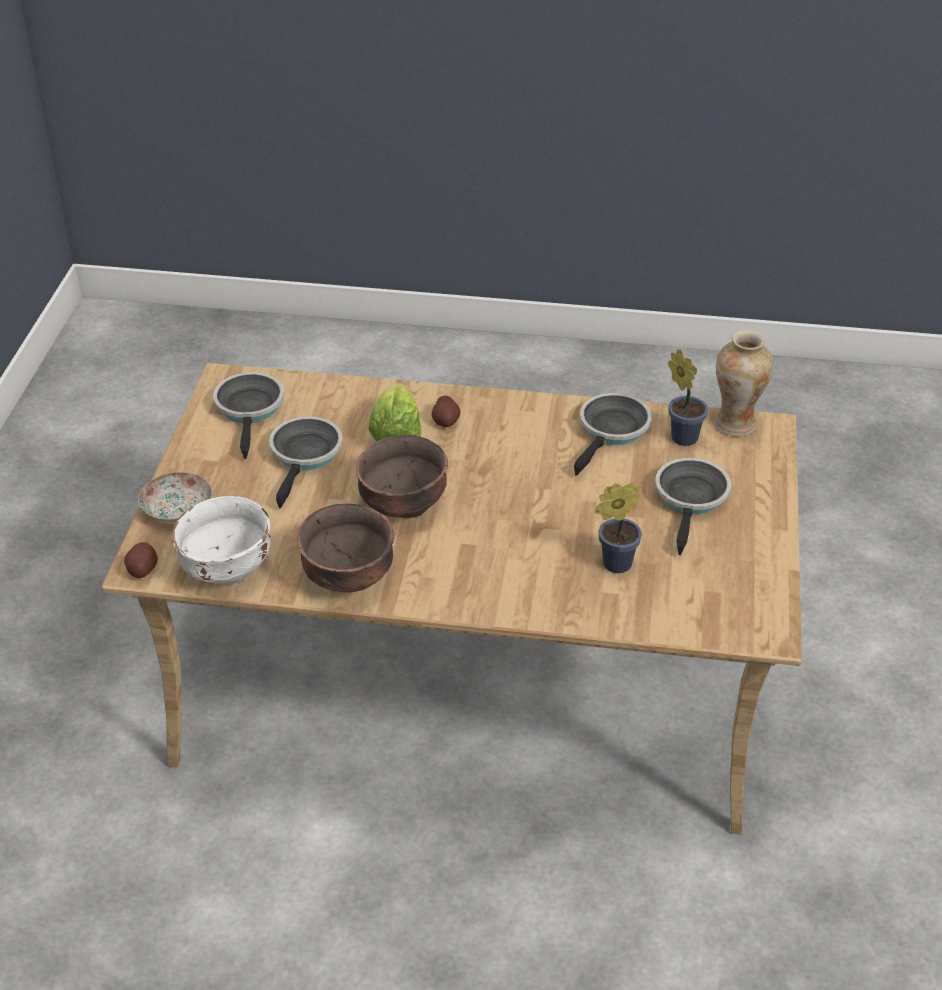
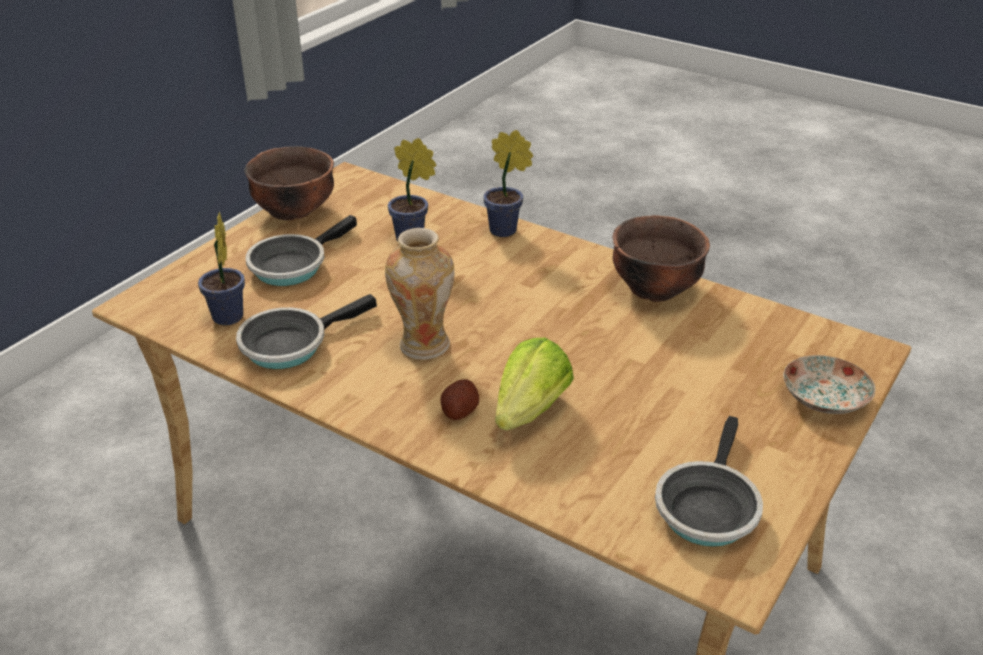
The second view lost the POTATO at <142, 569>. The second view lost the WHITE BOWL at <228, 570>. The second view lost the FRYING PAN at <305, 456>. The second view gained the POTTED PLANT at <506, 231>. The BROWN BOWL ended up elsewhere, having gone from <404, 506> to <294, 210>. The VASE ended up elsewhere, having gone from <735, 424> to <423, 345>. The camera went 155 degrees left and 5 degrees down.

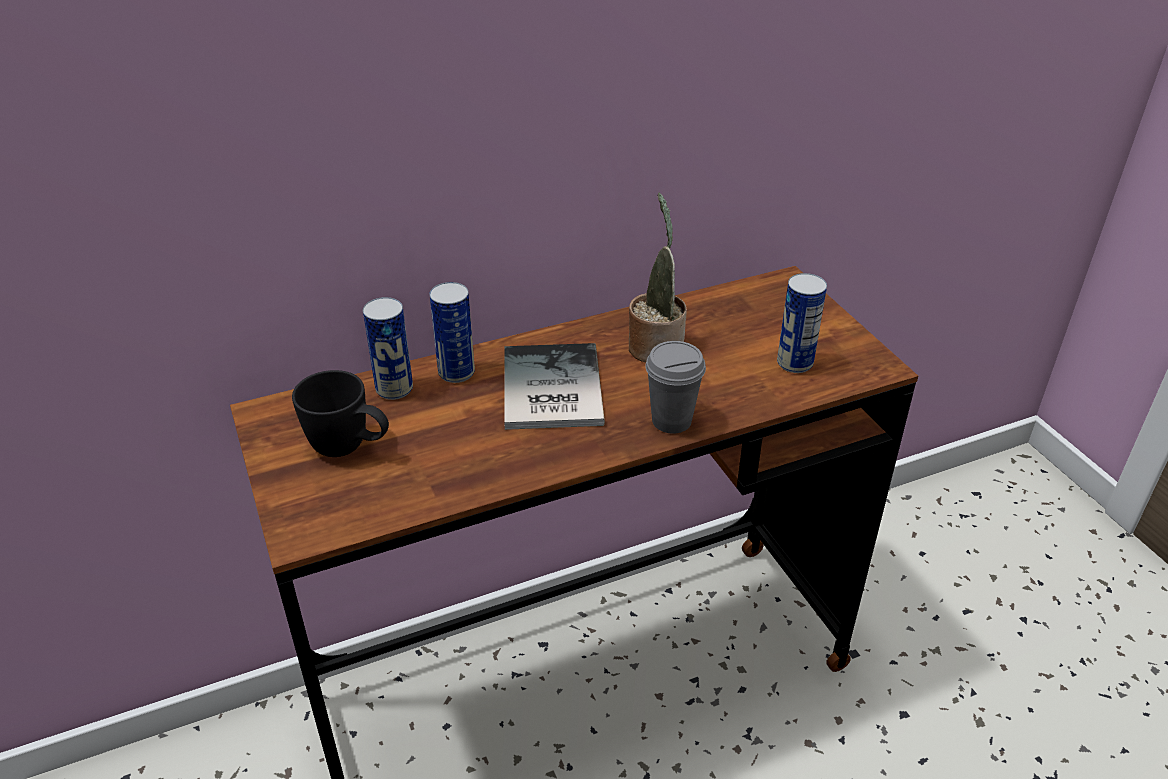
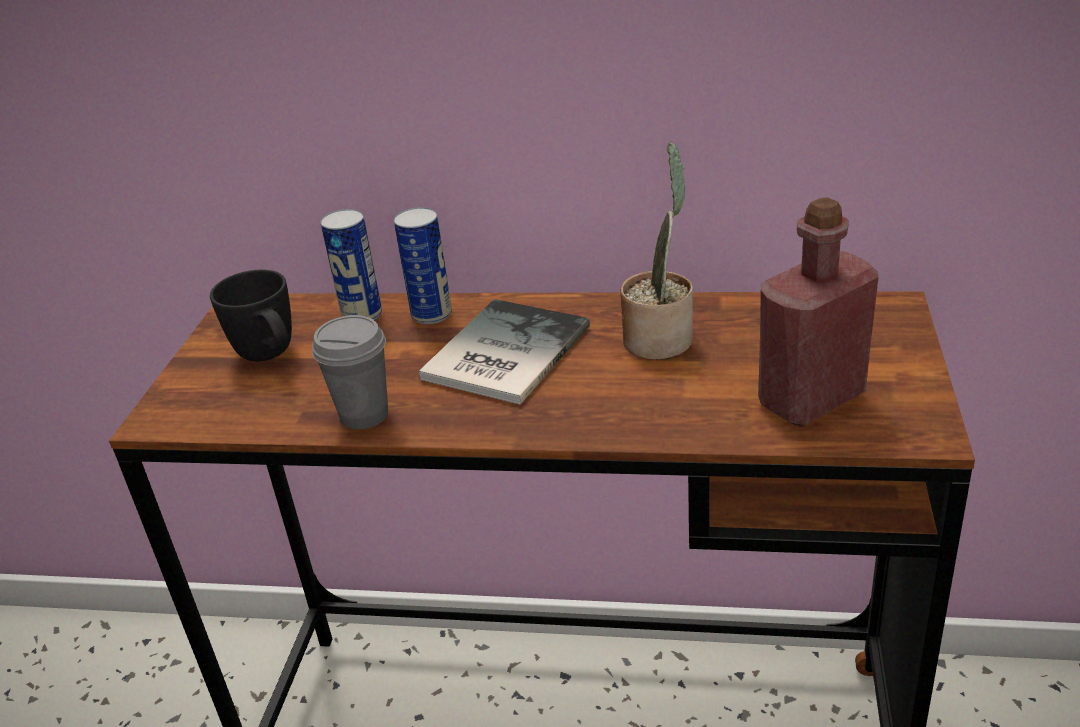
The GREY CUP ended up elsewhere, having gone from <671, 421> to <364, 415>. Where the CAN stood at <794, 363>, the RED BOTTLE came to stand at <811, 399>. The camera went 35 degrees right and 5 degrees down.

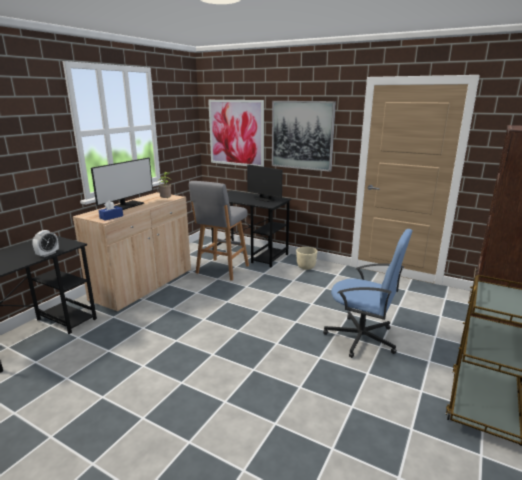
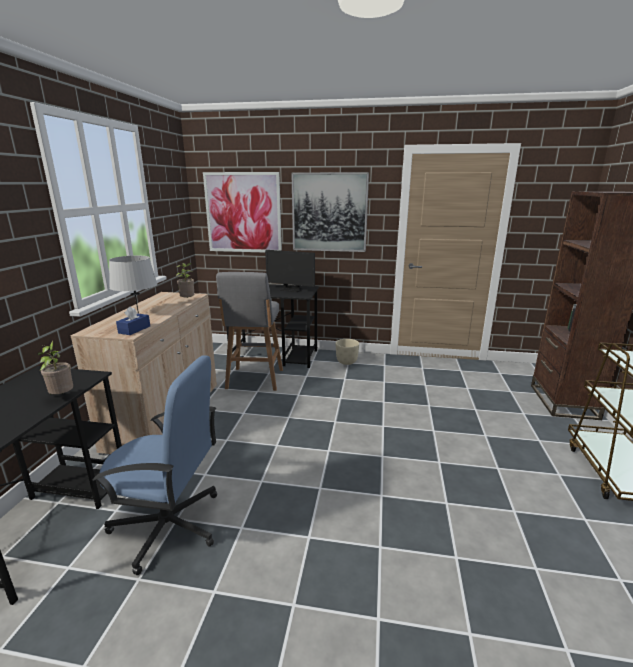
The BLUE OFFICE CHAIR ended up elsewhere, having gone from <362, 338> to <169, 526>. Where the ALARM CLOCK stood at <48, 254>, the POTTED PLANT came to stand at <61, 397>. Where the MONITOR stood at <125, 206>, the GREY TABLE LAMP came to stand at <138, 313>. The camera went 20 degrees left and 0 degrees up.

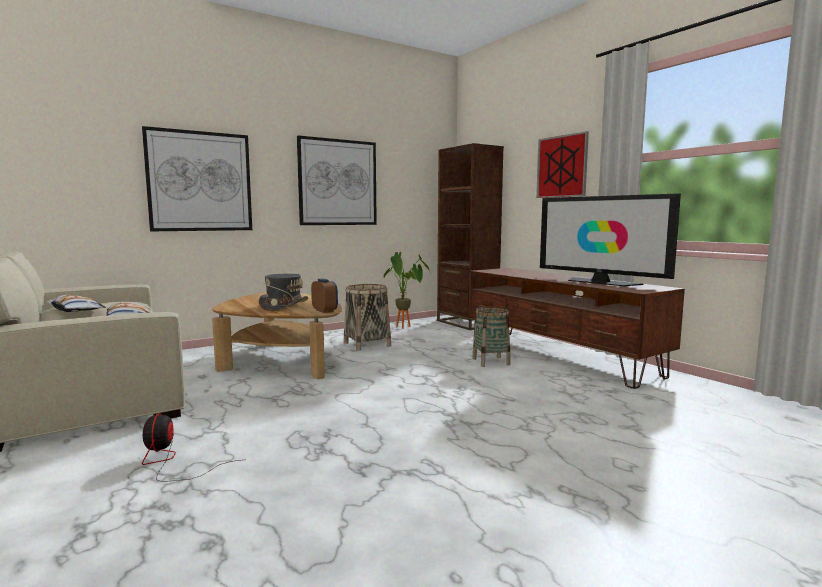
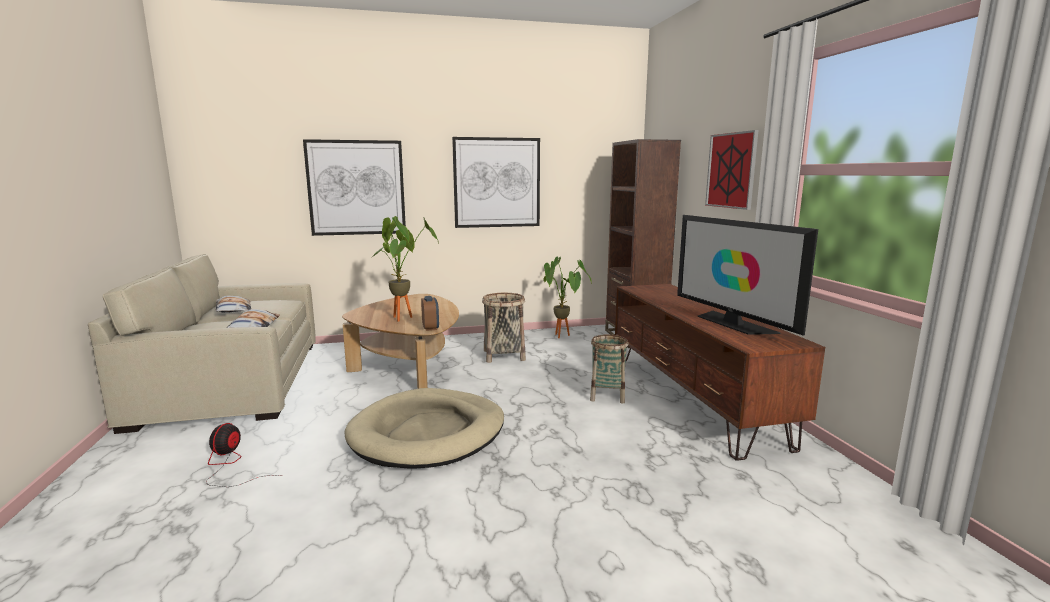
The second view gained the BEIGE DOG BED at <428, 433>. Where the GREY HAT stood at <284, 306>, the POTTED PLANT came to stand at <404, 317>. The camera went 20 degrees right and 5 degrees up.

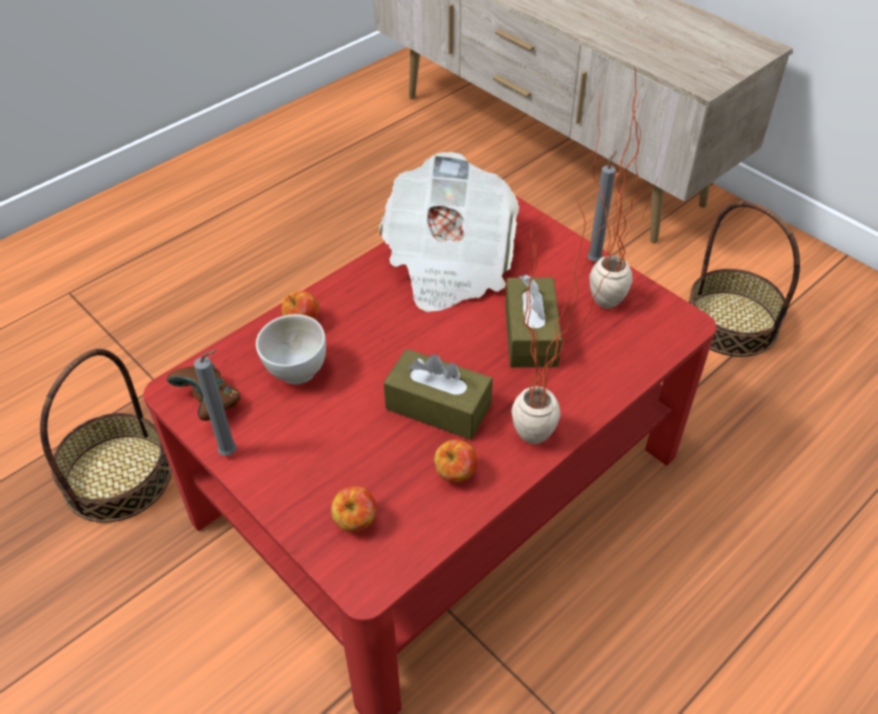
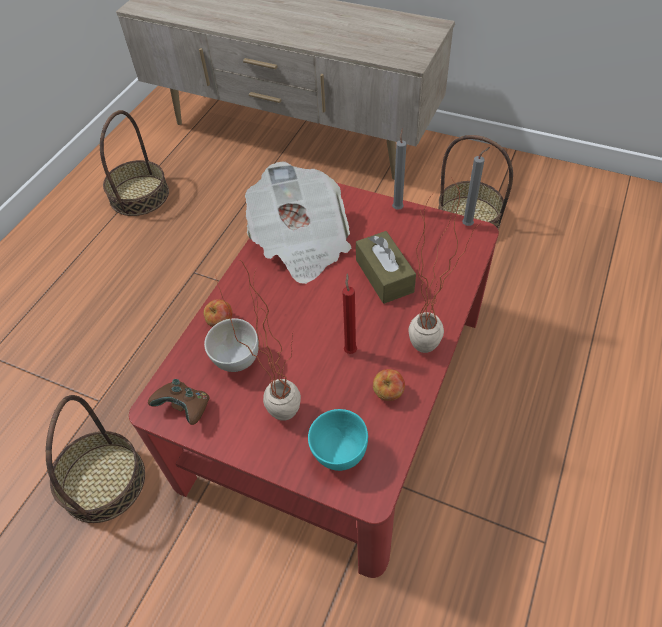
The second view gained the BASKET at <139, 195>. The GREY CANDLE ended up elsewhere, having gone from <231, 453> to <469, 224>. The POTTED PLANT ended up elsewhere, having gone from <601, 294> to <278, 405>. Where the APPLE stood at <355, 521>, the TURQUOISE BOWL came to stand at <339, 454>. Where the BROWN TISSUE BOX stood at <438, 407>, the RED CANDLE came to stand at <350, 349>. The camera went 20 degrees left and 5 degrees up.

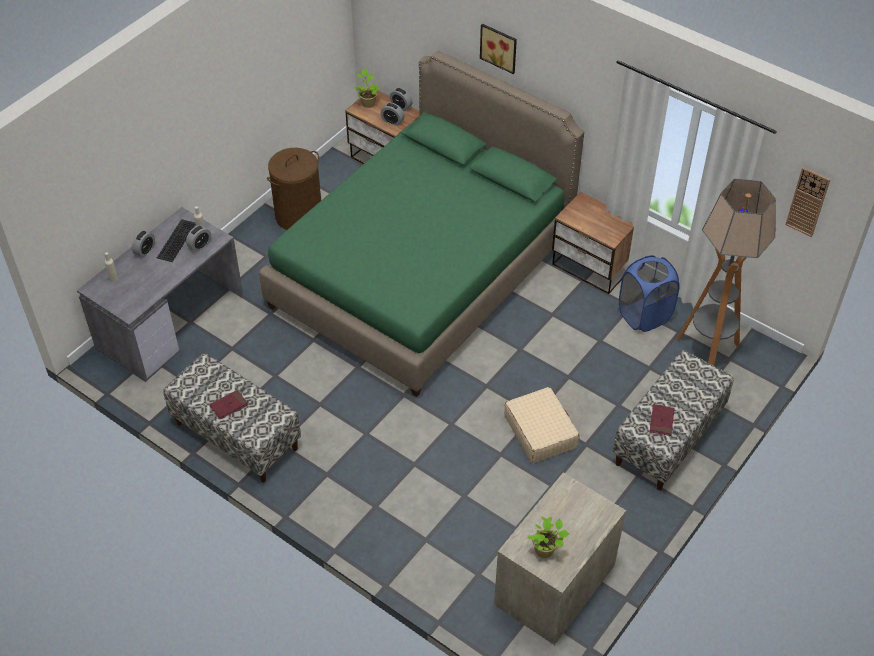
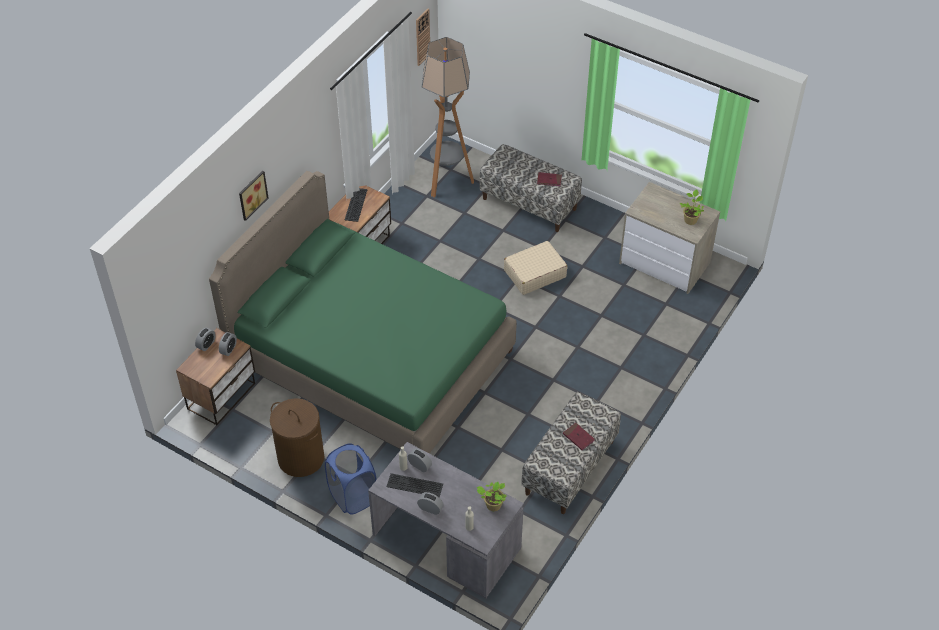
The second view gained the KEYBOARD at <355, 204>. The POTTED PLANT ended up elsewhere, having gone from <368, 103> to <492, 505>. The BLUE LAUNDRY BASKET ended up elsewhere, having gone from <644, 315> to <353, 496>. The camera went 95 degrees left and 0 degrees up.

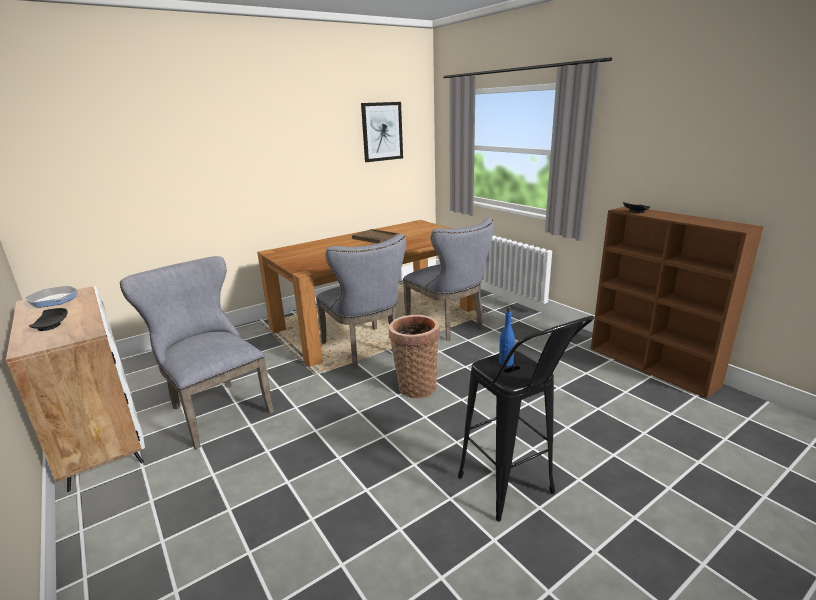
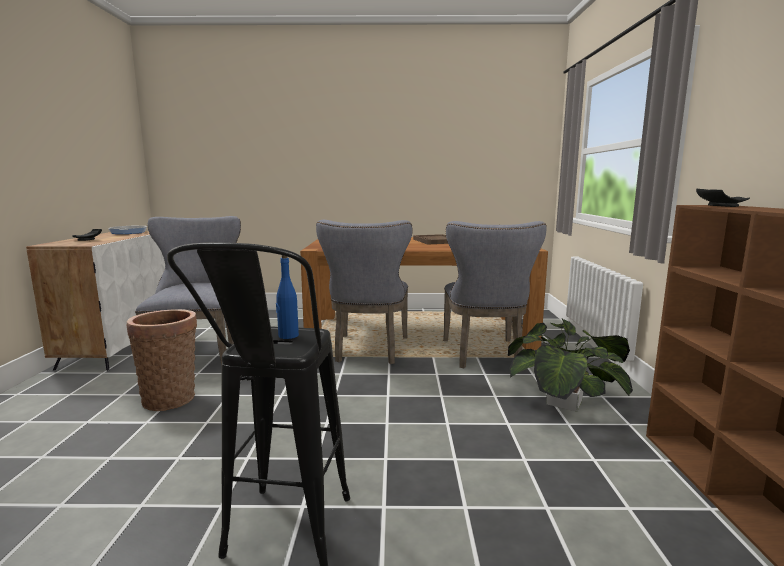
The second view lost the PICTURE at <382, 131>. The second view gained the POTTED PLANT at <564, 402>. The BASKET ended up elsewhere, having gone from <415, 386> to <171, 398>. The camera went 35 degrees right and 10 degrees down.

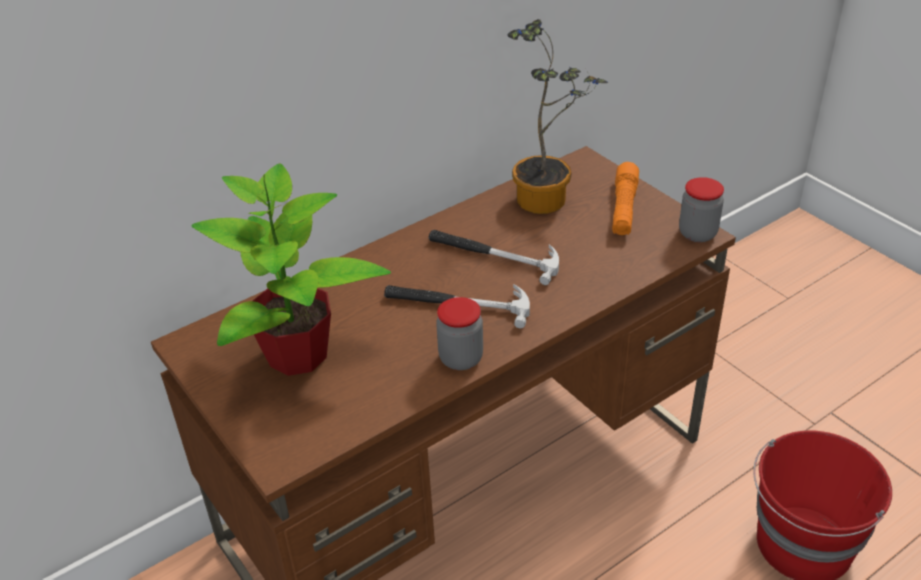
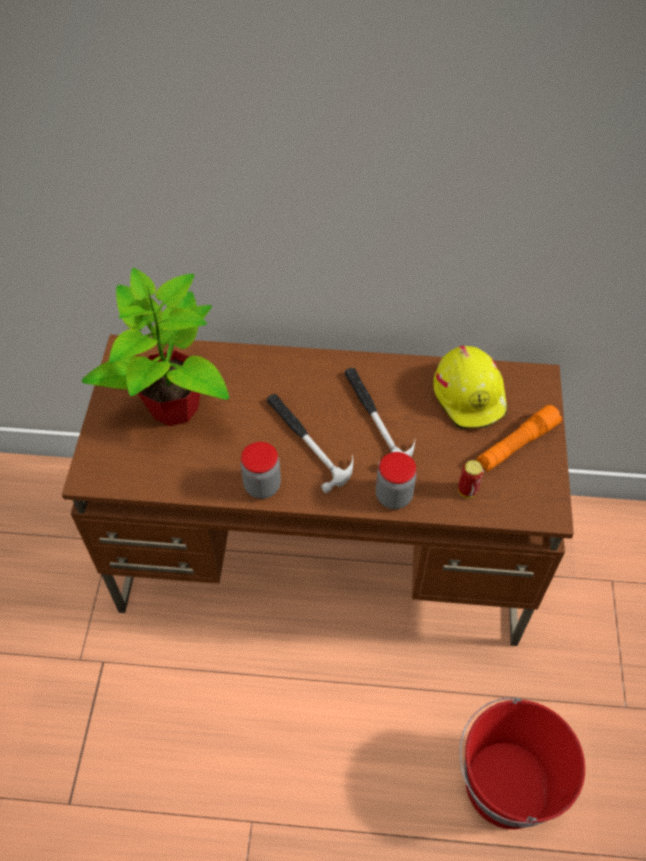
The second view gained the CAN at <467, 490>. The JAR ended up elsewhere, having gone from <697, 233> to <393, 496>. Where the POTTED PLANT stood at <548, 199>, the YELLOW HARD HAT came to stand at <470, 395>. The camera went 40 degrees right and 15 degrees up.

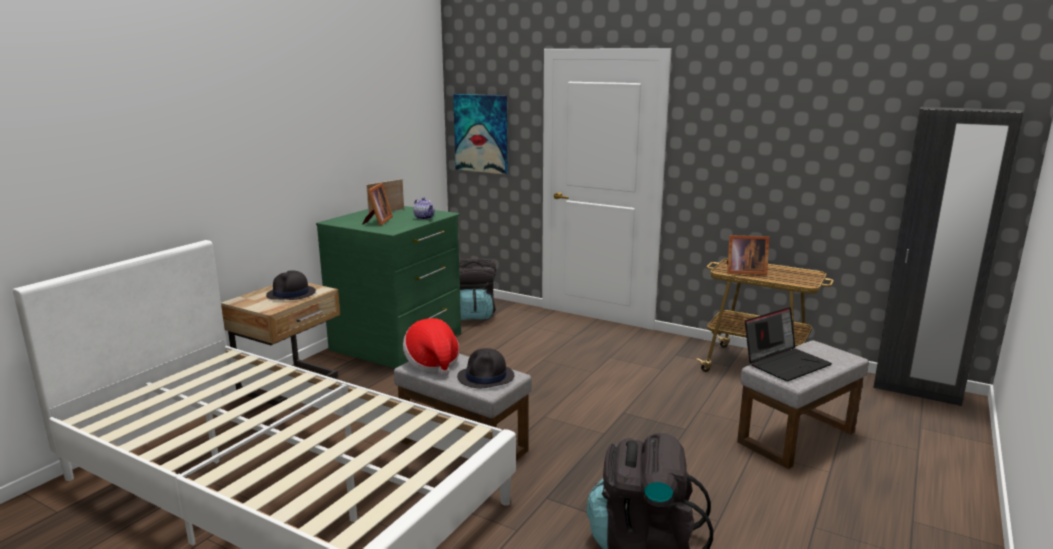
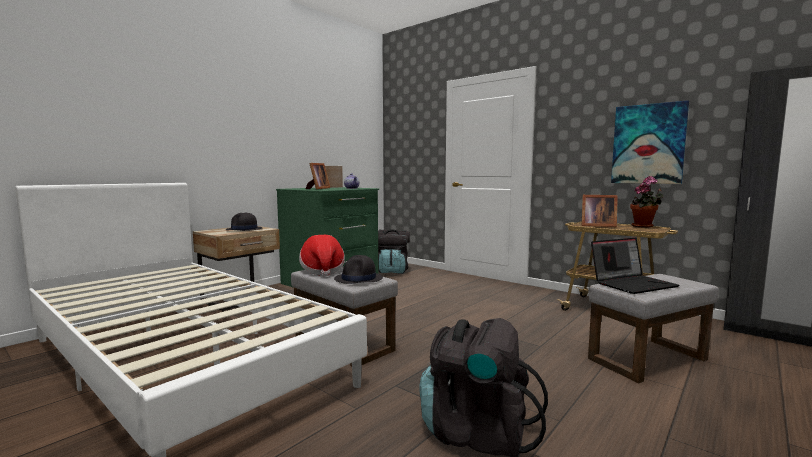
The second view gained the POTTED PLANT at <644, 226>. The PICTURE ended up elsewhere, having gone from <481, 133> to <648, 144>. The camera went 10 degrees right and 10 degrees down.

